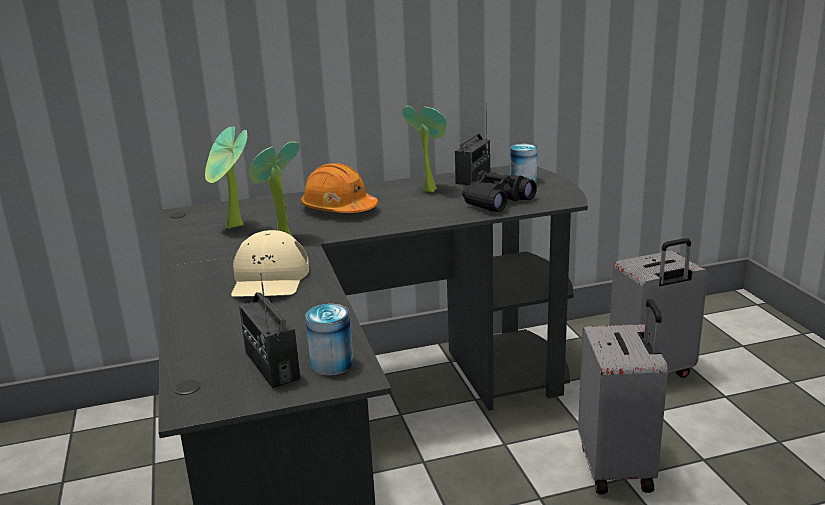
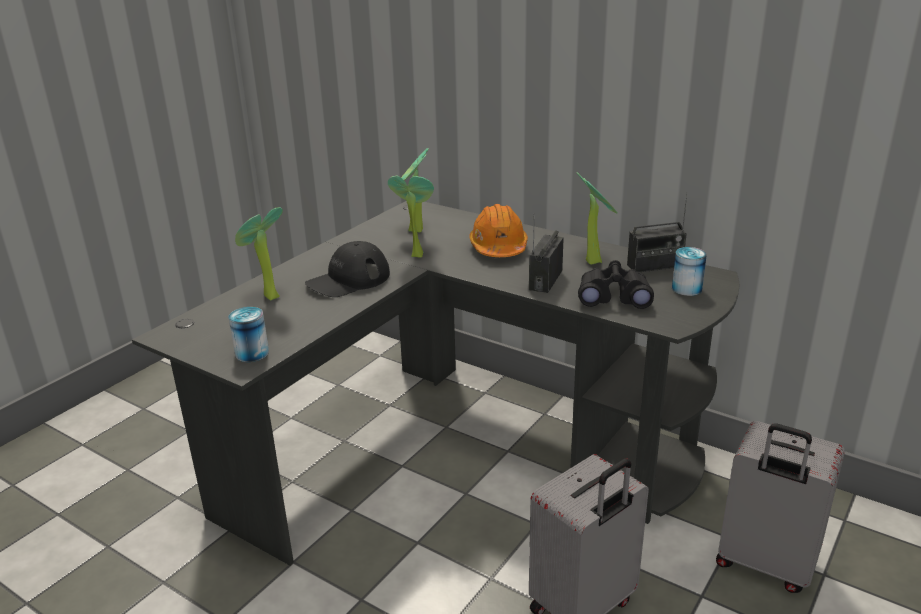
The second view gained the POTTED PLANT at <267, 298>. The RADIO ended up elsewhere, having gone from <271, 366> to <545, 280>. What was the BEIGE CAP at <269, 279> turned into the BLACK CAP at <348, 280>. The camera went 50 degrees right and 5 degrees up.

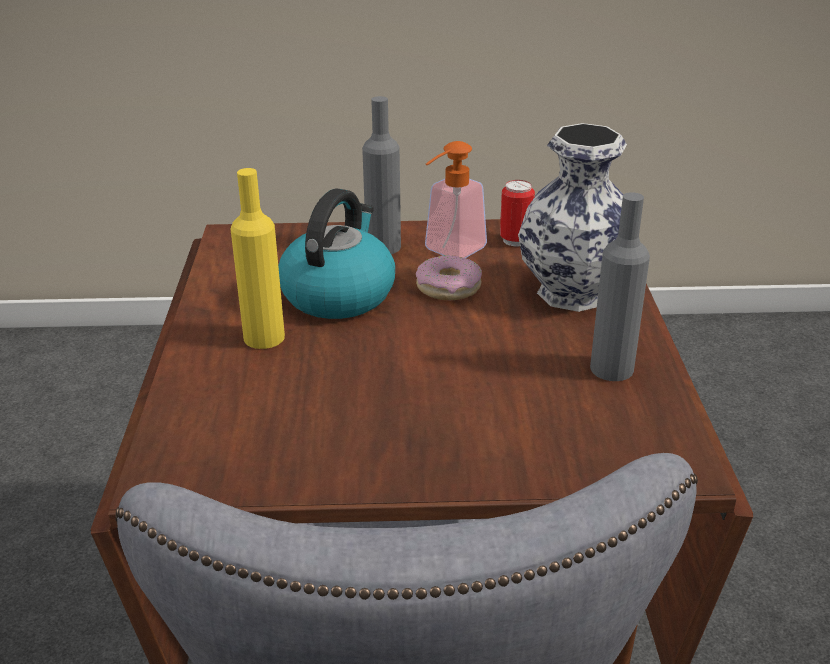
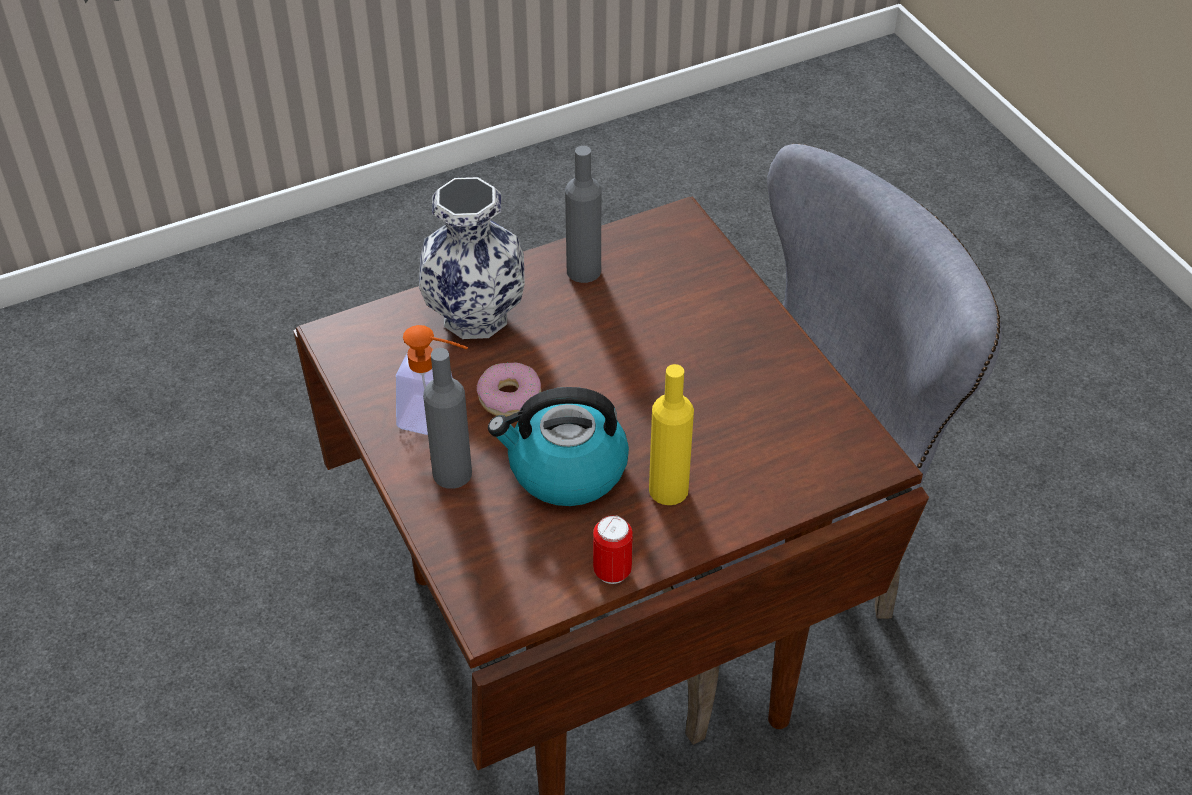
The CAN ended up elsewhere, having gone from <515, 240> to <612, 571>. The camera went 115 degrees left and 15 degrees up.

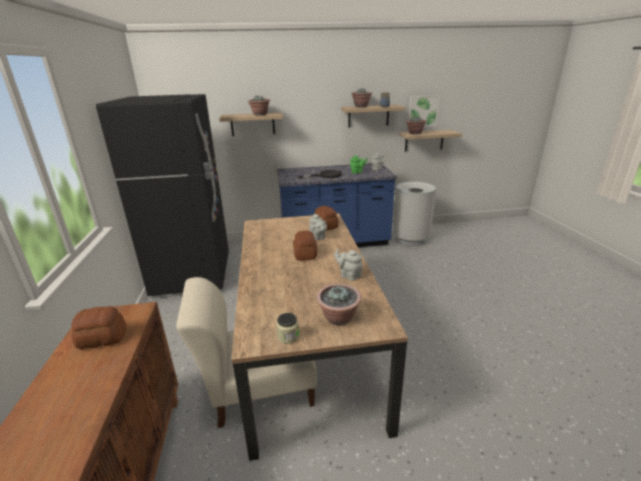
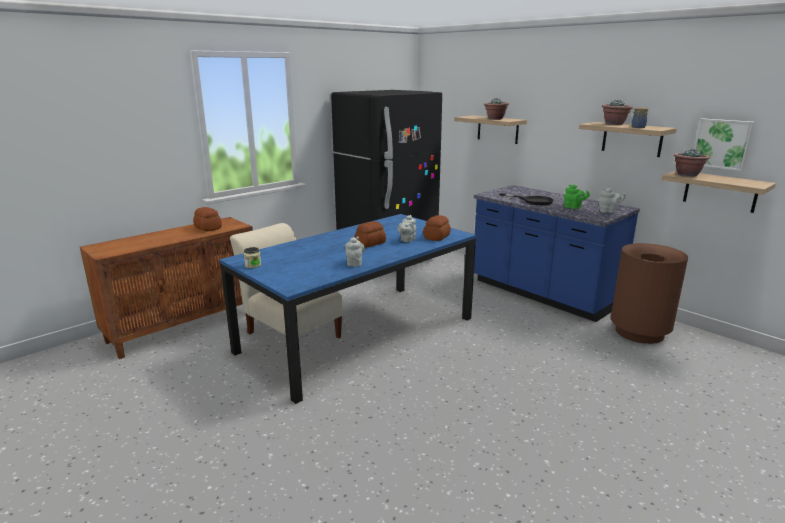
The second view lost the POTTED PLANT at <339, 318>. What was the BROWN DINING TABLE at <306, 344> turned into the BLUE DINING TABLE at <359, 334>. What was the GREY TRASH CAN at <411, 239> turned into the BROWN TRASH CAN at <639, 332>. The camera went 55 degrees right and 5 degrees down.

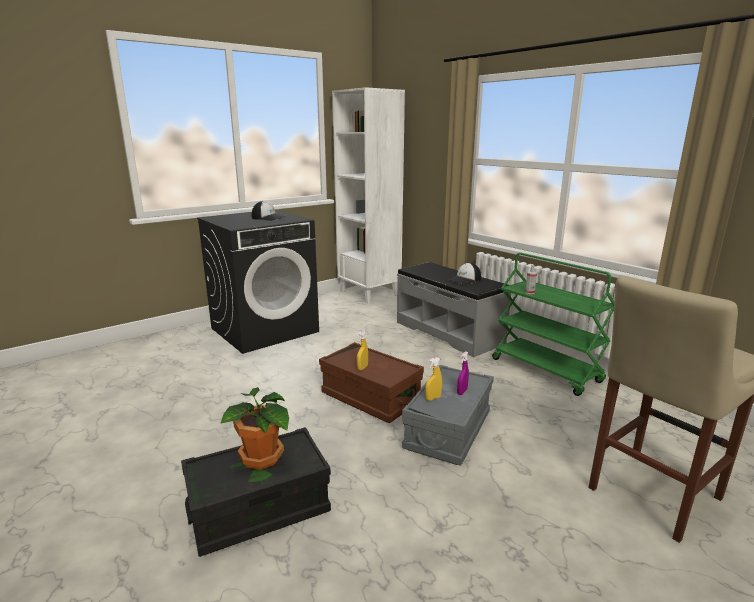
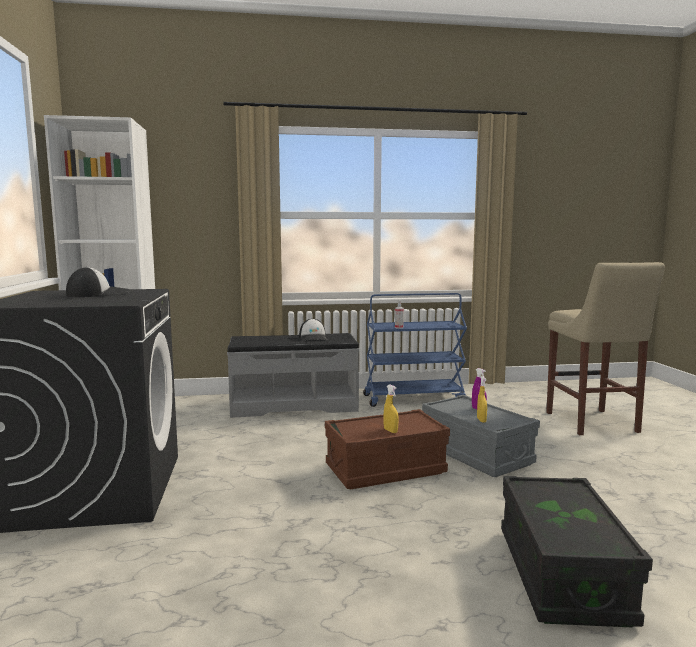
The second view lost the POTTED PLANT at <261, 458>. What was the GREEN CART at <546, 371> turned into the BLUE CART at <414, 398>. The camera went 60 degrees left and 10 degrees down.

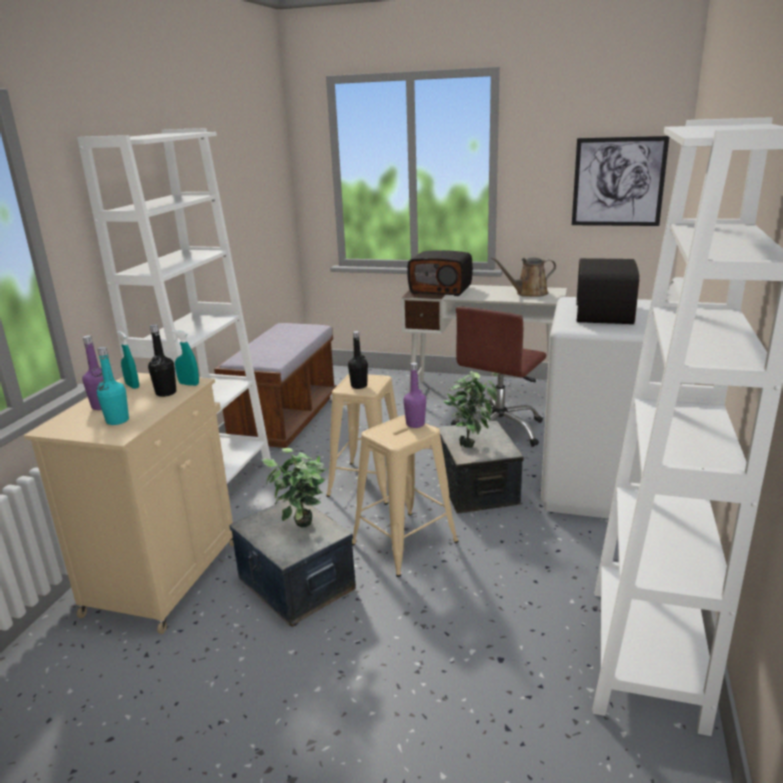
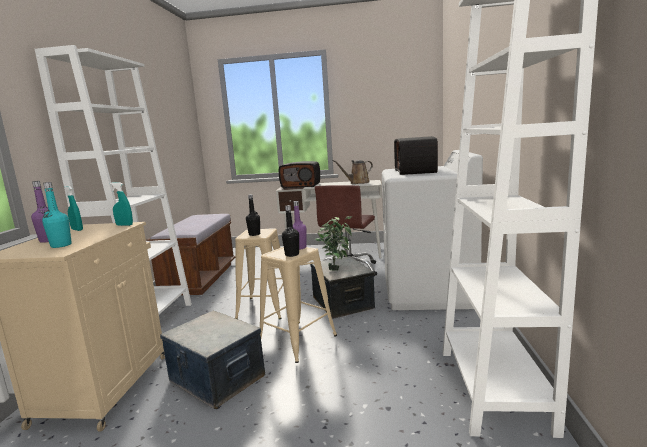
The second view lost the POTTED PLANT at <303, 530>. The second view lost the PICTURE at <618, 182>. The BLACK BOTTLE ended up elsewhere, having gone from <166, 393> to <292, 254>. The camera went 10 degrees left and 10 degrees down.

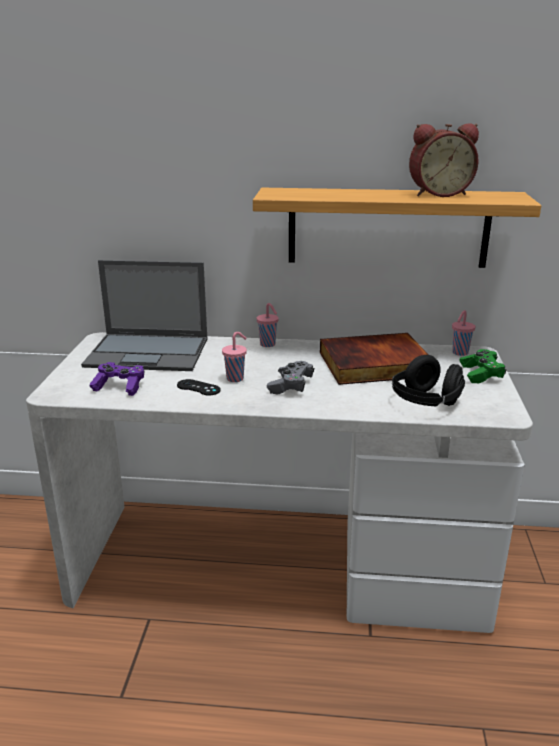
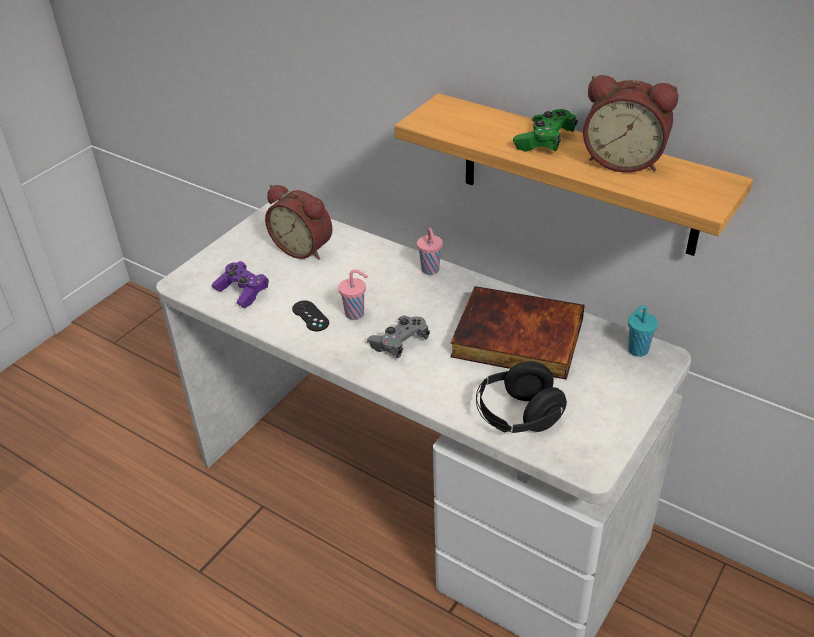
The GREEN GAME CONTROLLER ended up elsewhere, having gone from <481, 374> to <544, 141>. Where the LAPTOP stood at <149, 352>, the ALARM CLOCK came to stand at <304, 248>. What was the PINK CUP at <459, 353> turned into the TURQUOISE CUP at <636, 350>. The camera went 30 degrees right and 15 degrees up.

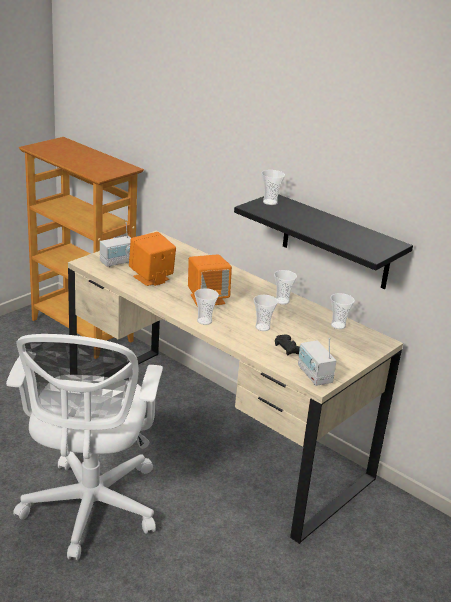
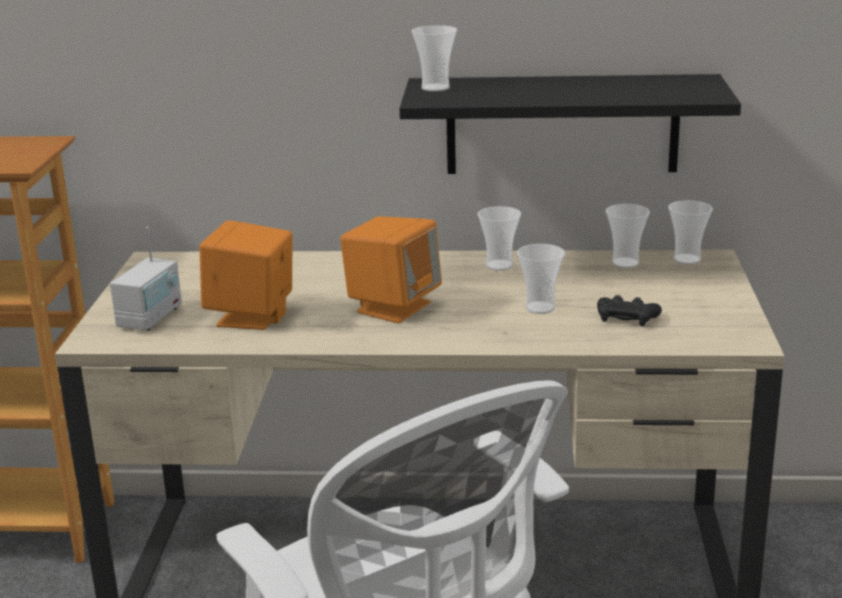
The second view lost the RADIO at <314, 375>. The CUP ended up elsewhere, having gone from <204, 321> to <687, 259>. The camera went 35 degrees left and 5 degrees down.

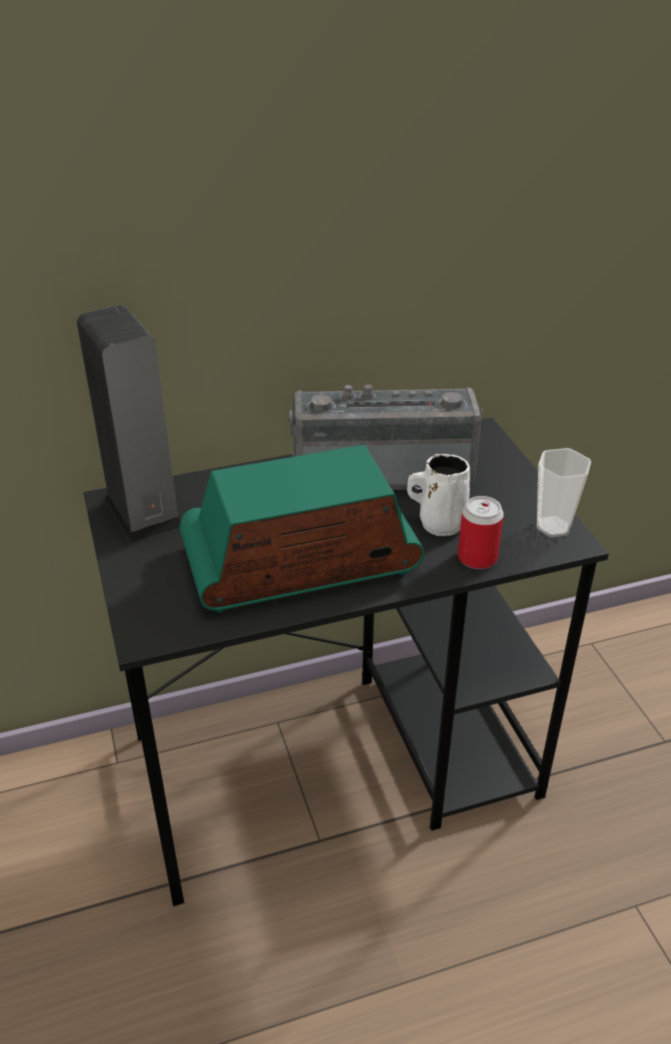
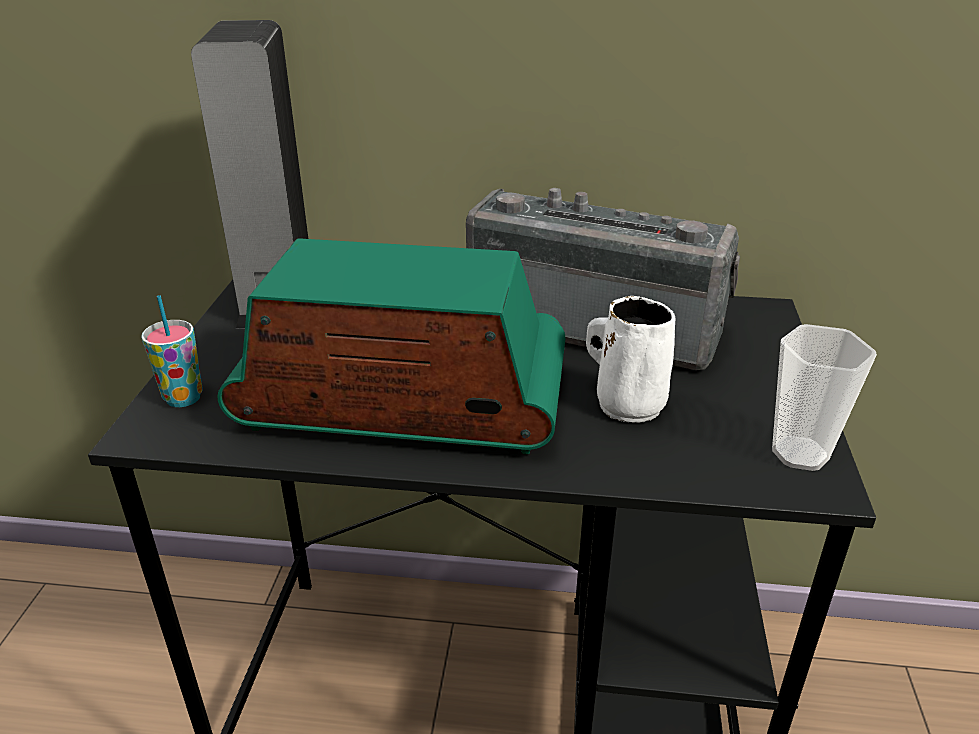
The second view lost the CAN at <477, 558>. The second view gained the CUP at <183, 398>. The camera went 25 degrees right and 5 degrees down.

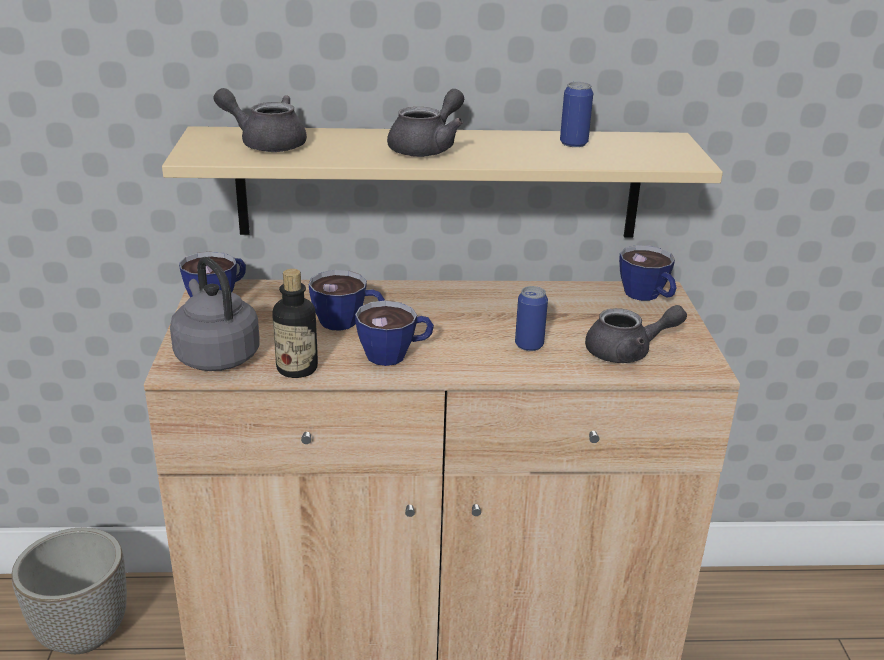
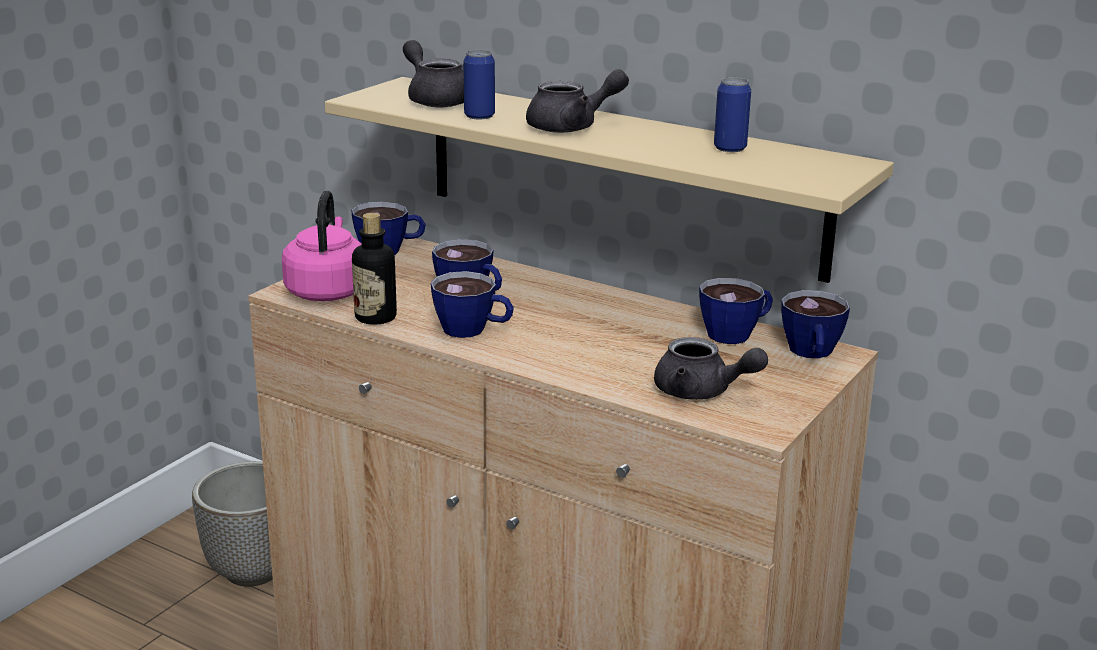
The second view gained the CUP at <736, 333>. The CAN ended up elsewhere, having gone from <529, 345> to <479, 116>. What was the GREY KETTLE at <216, 355> turned into the PINK KETTLE at <327, 290>. The camera went 35 degrees right and 5 degrees down.

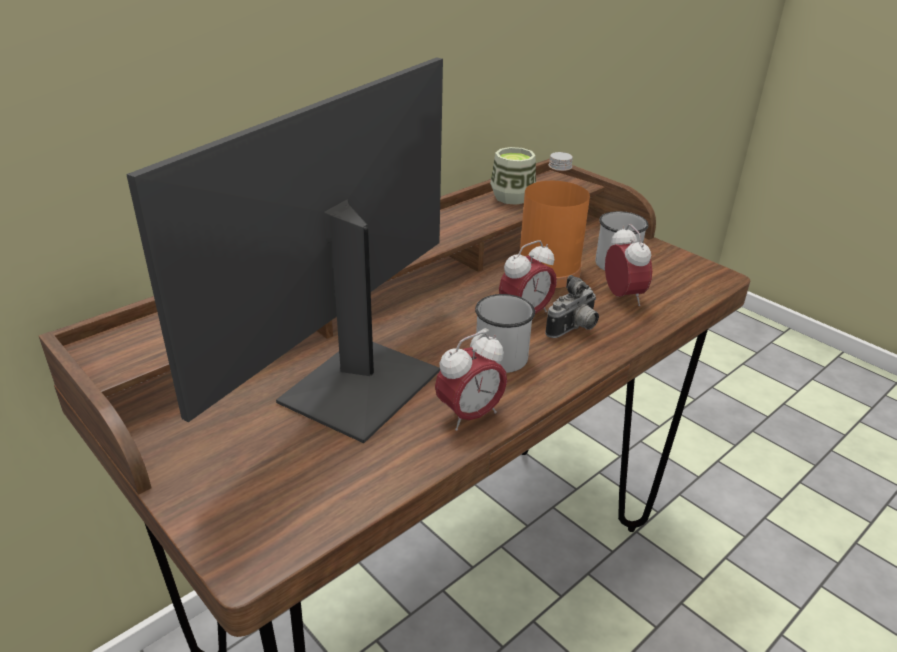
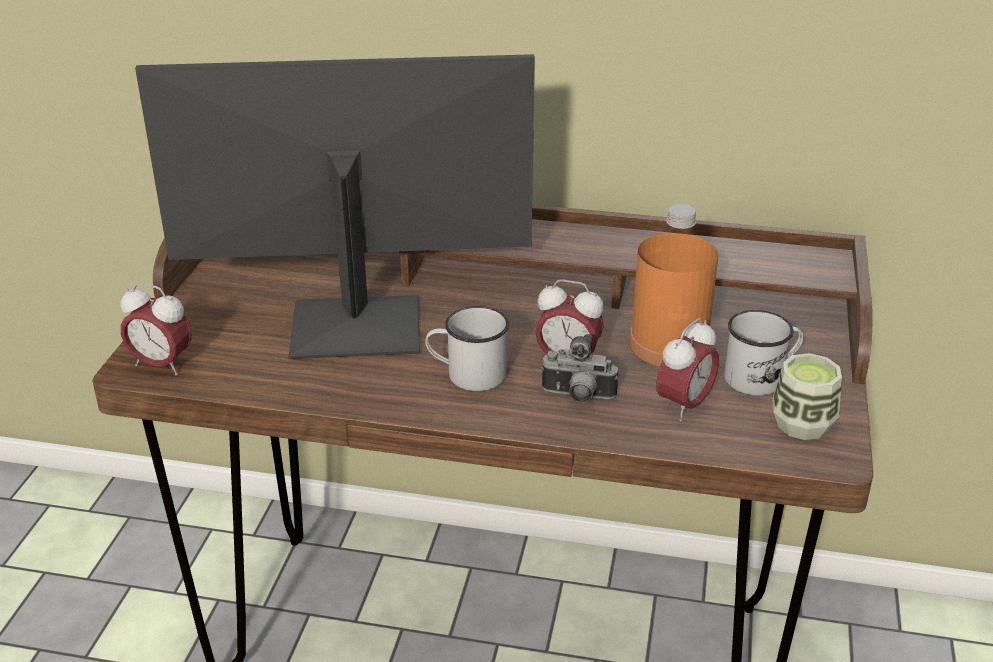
The ALARM CLOCK ended up elsewhere, having gone from <469, 415> to <162, 365>. The CUP ended up elsewhere, having gone from <512, 197> to <802, 424>. The camera went 55 degrees right and 0 degrees up.

